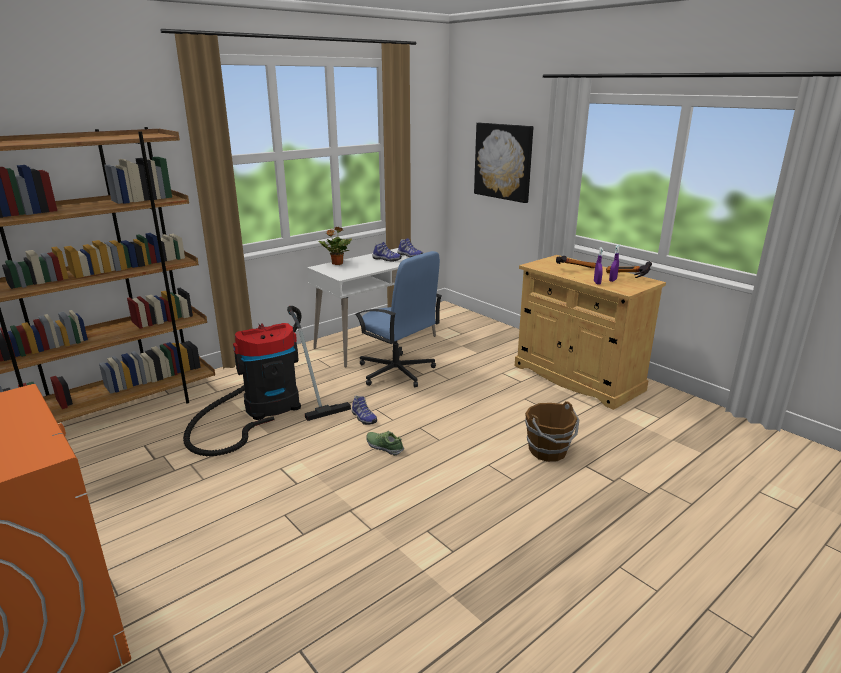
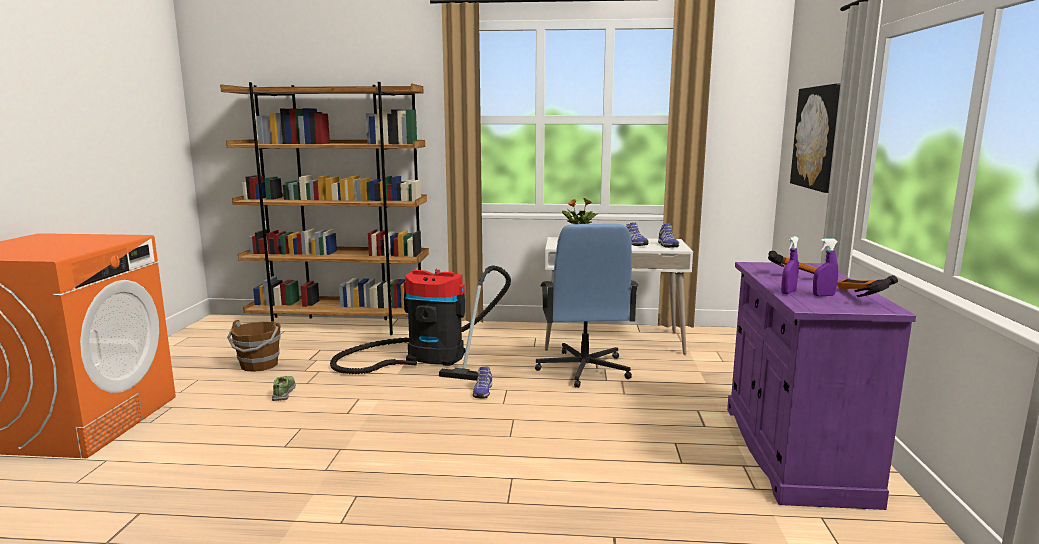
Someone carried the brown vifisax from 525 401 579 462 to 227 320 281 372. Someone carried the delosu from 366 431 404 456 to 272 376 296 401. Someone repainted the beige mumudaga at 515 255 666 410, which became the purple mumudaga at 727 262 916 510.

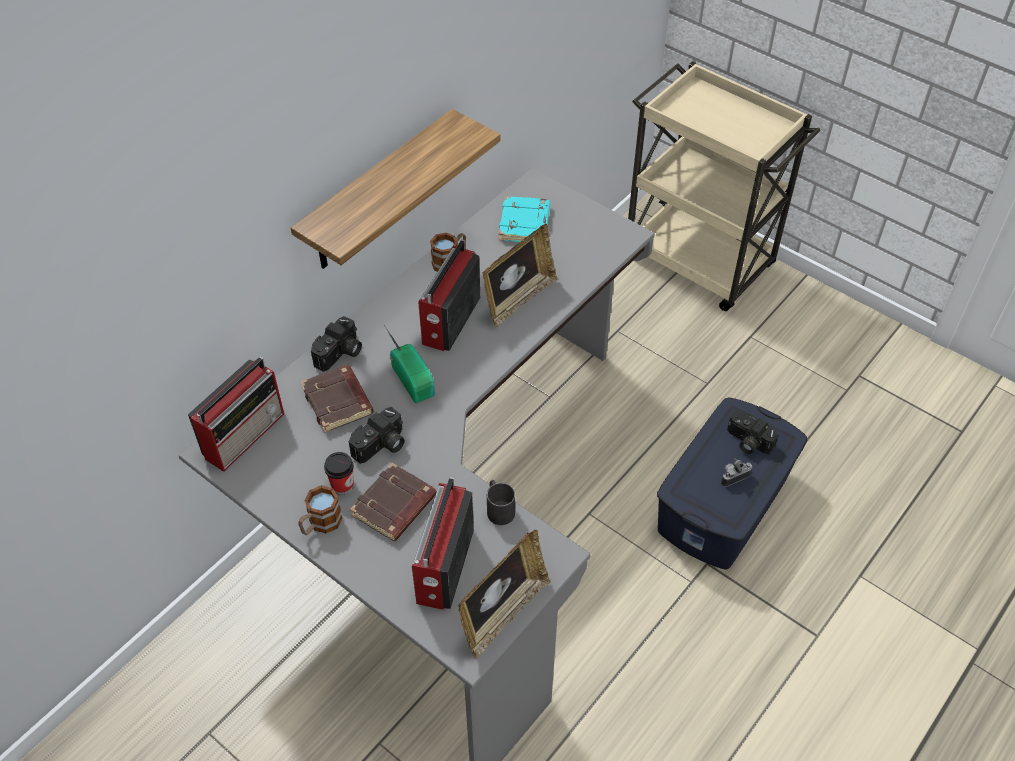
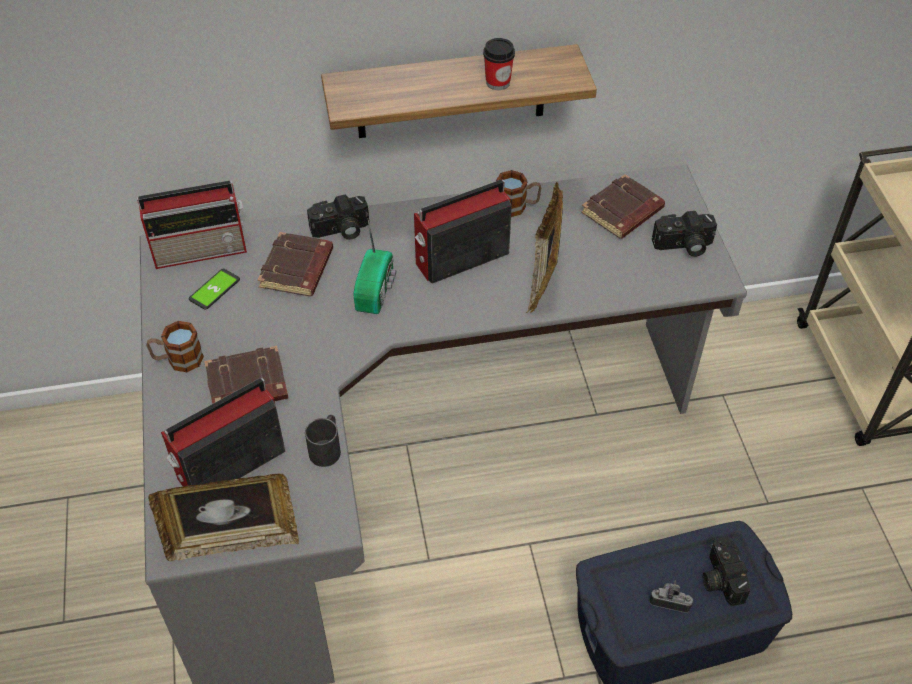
Someone put down the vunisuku at 189 269 240 310. Someone carried the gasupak from 324 452 354 495 to 483 38 515 90. Someone rotated the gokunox at 483 224 558 327 by 105 degrees clockwise. Someone repainted the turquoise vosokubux at 499 196 550 242, which became the brown vosokubux at 581 174 665 239. Someone carried the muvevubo from 349 407 405 464 to 652 211 717 257.

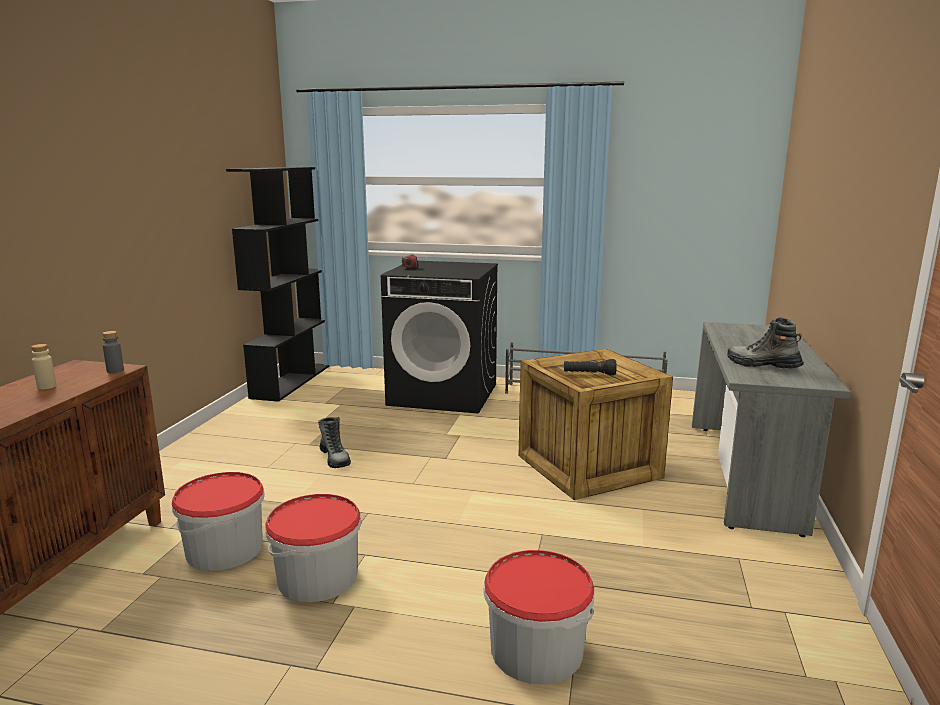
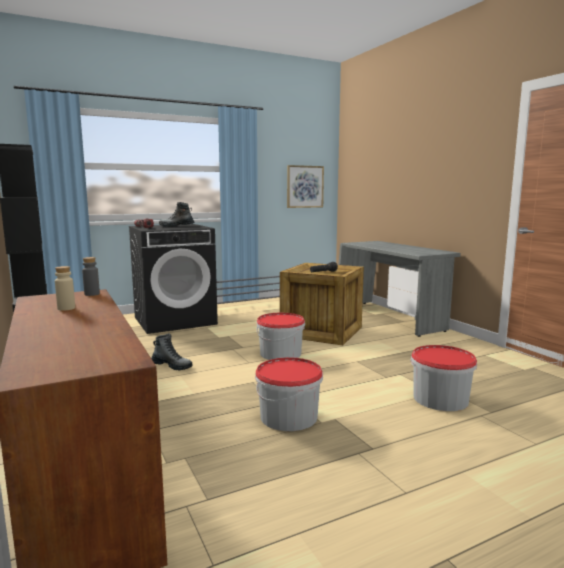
Someone carried the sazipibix from 727 317 804 369 to 159 202 195 227. Someone carried the vifisax from 172 472 265 571 to 257 313 305 360. Someone put up the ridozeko at 287 165 324 208.

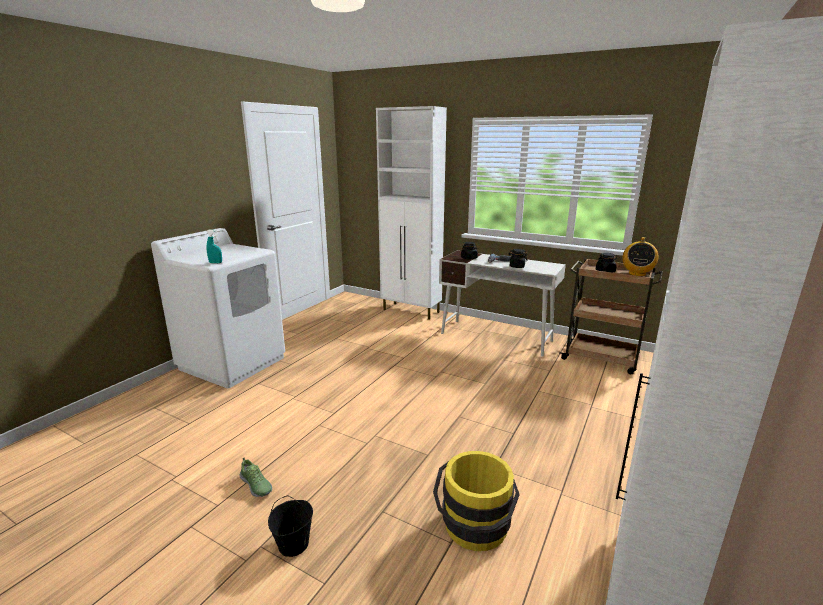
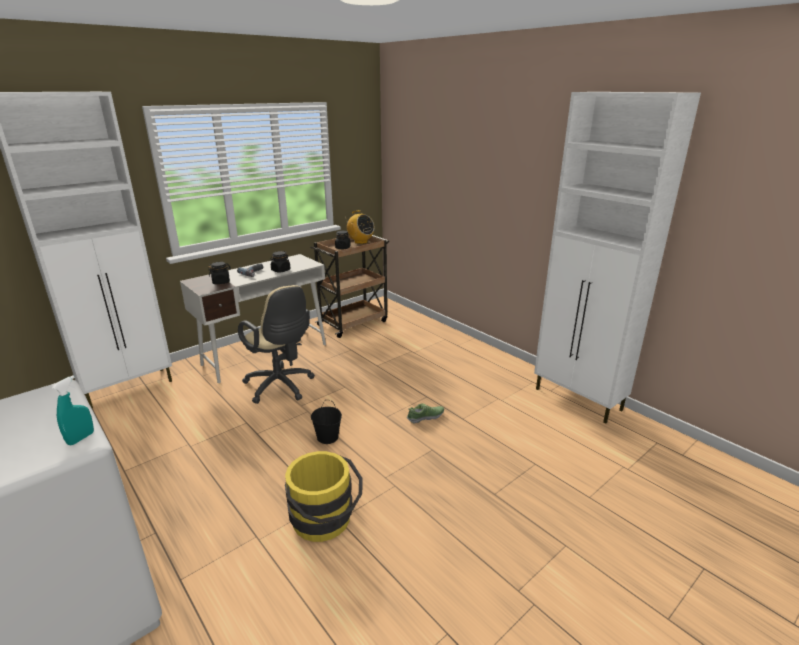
Someone put down the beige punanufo at 238 285 315 404. Someone carried the yellow vifisax from 433 451 520 551 to 285 451 363 542. Someone carried the black vifisax from 268 495 313 557 to 311 400 342 444. Someone carried the delosu from 240 457 272 497 to 407 403 444 424.

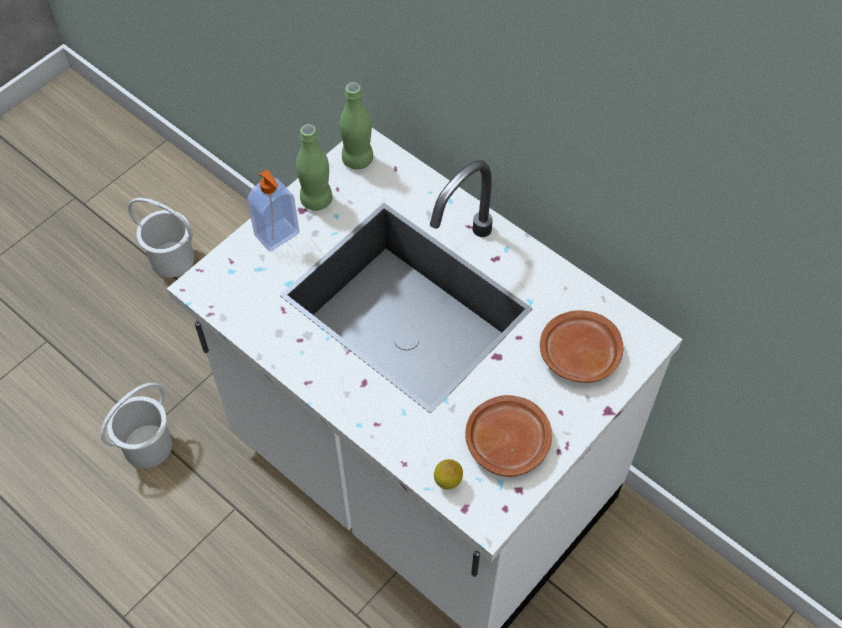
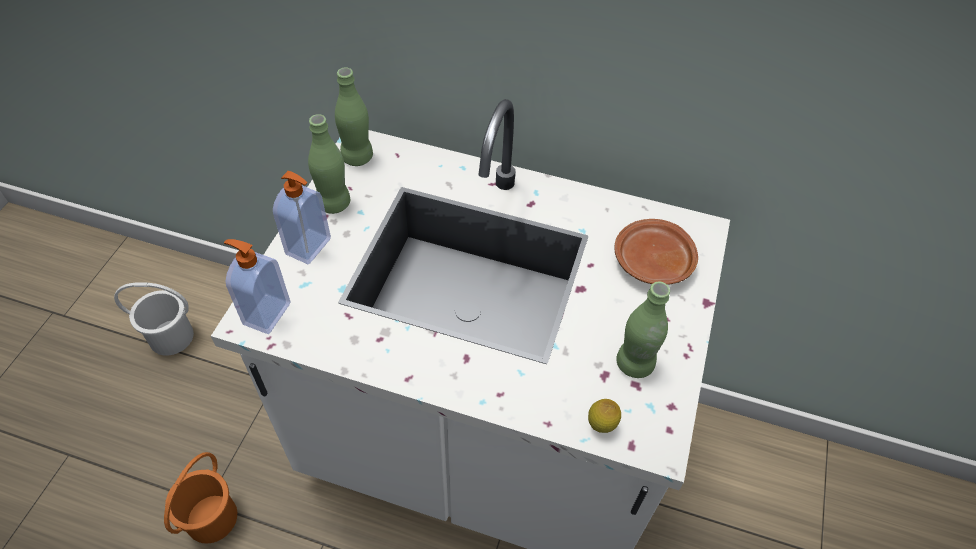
Someone repainted the white vifisax at 100 383 172 468, which became the orange vifisax at 164 452 237 543. Someone put down the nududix at 224 239 290 334. Someone swapped the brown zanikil at 465 395 552 477 for the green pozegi at 616 281 670 378.

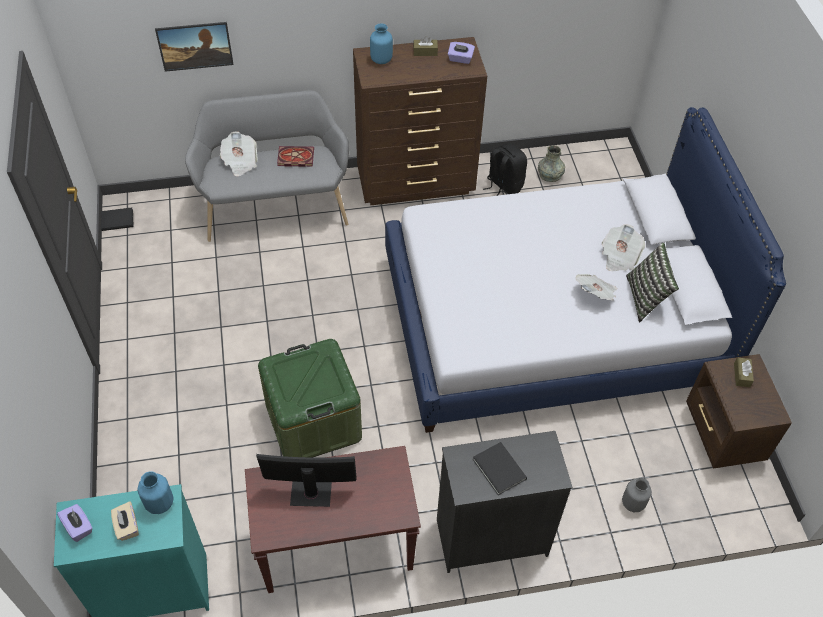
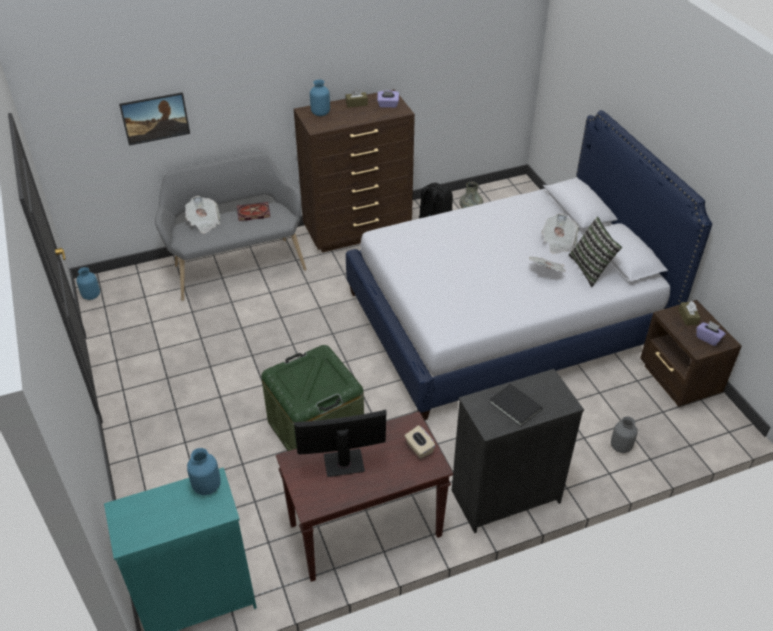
Someone swapped the black vosokubux at 101 207 134 231 for the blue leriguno at 76 267 100 300. Someone carried the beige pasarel from 111 501 139 541 to 405 425 436 459. Someone carried the purple pasarel from 57 504 93 542 to 696 321 726 346.

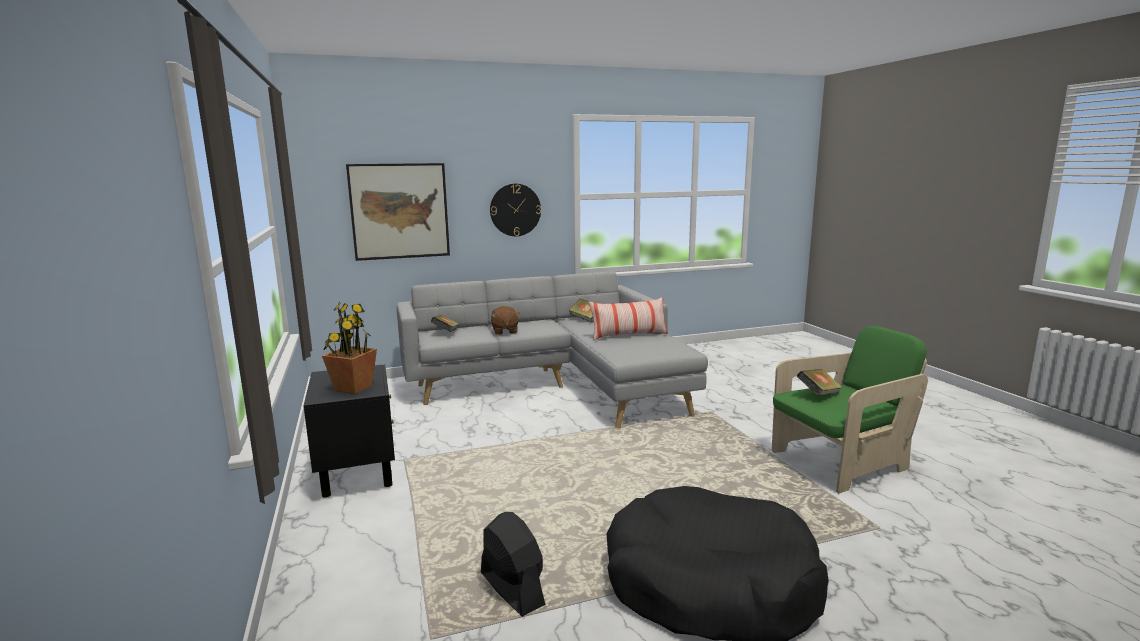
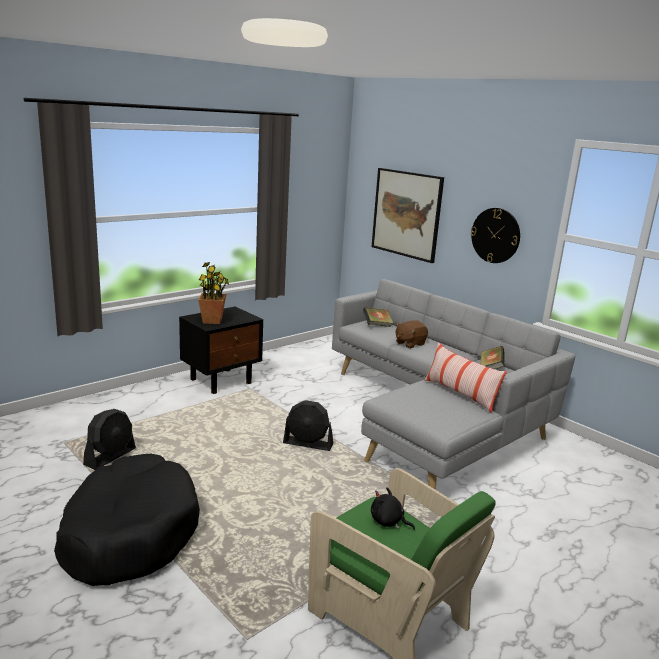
Someone put down the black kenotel at 283 401 333 451. Someone swapped the vosokubux at 797 369 843 396 for the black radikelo at 371 487 415 530.

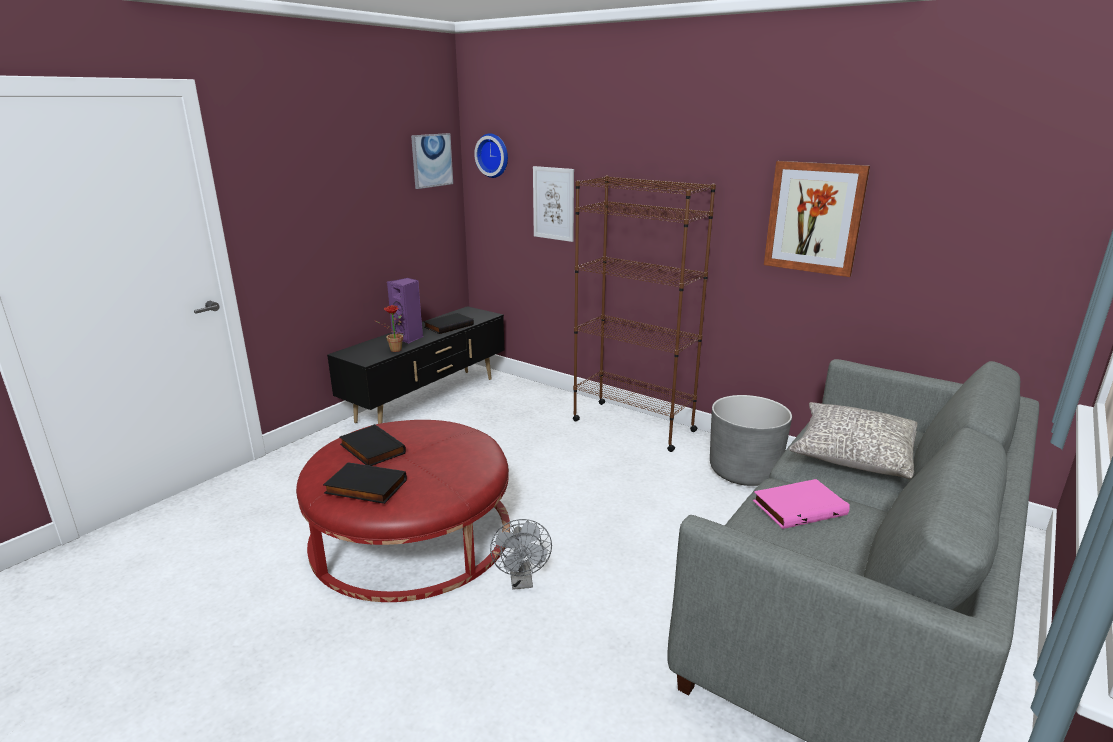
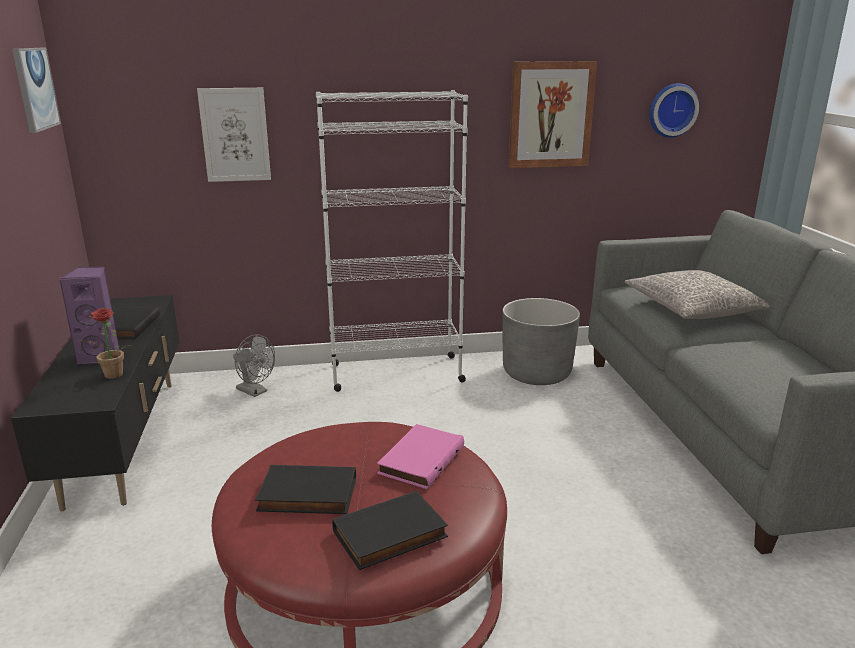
Someone carried the grey kenotel from 490 519 552 590 to 233 334 275 397. Someone repainted the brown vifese at 573 176 716 452, which became the white vifese at 316 90 468 392. Someone carried the pink vosokubux from 753 479 850 529 to 377 424 464 489. Someone carried the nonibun from 474 133 508 178 to 649 83 699 138.

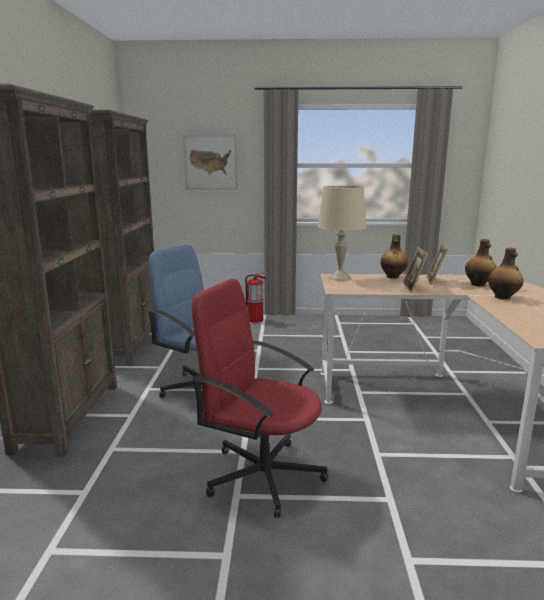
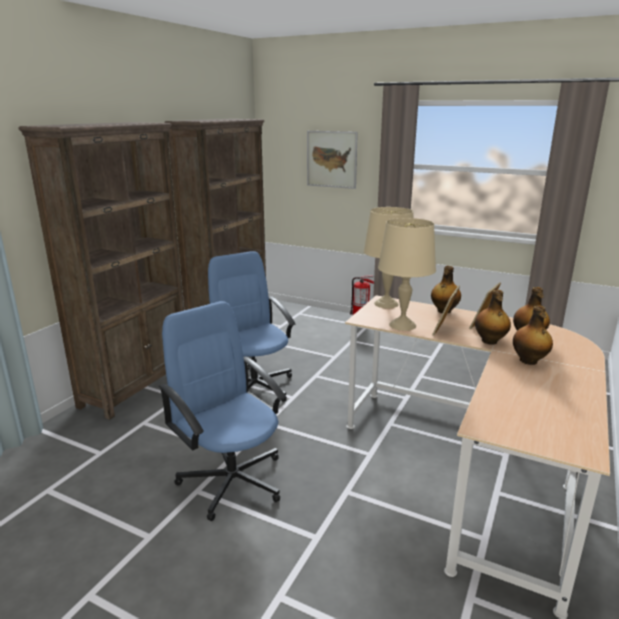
Someone repainted the red punanufo at 192 279 328 518, which became the blue punanufo at 159 301 286 521. Someone put down the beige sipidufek at 378 218 436 331. Someone put down the pozegi at 475 290 511 345.

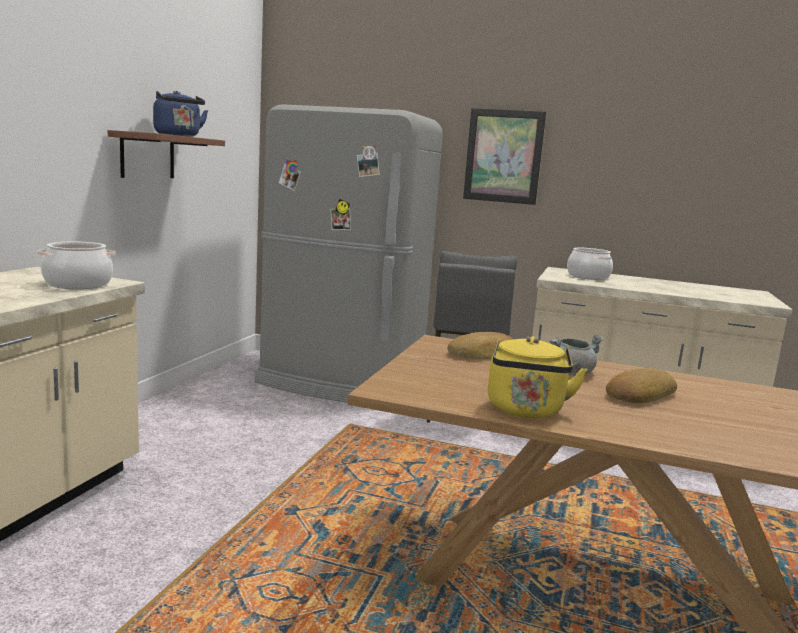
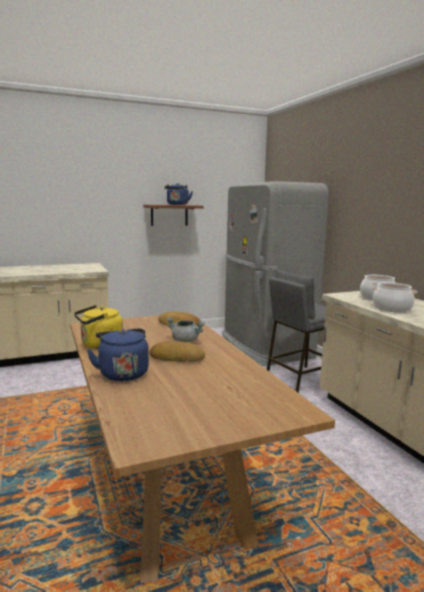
Someone put down the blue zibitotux at 87 329 149 381. Someone carried the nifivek from 37 242 115 289 to 372 282 417 312. Someone took away the ridozeko at 463 108 546 205.

